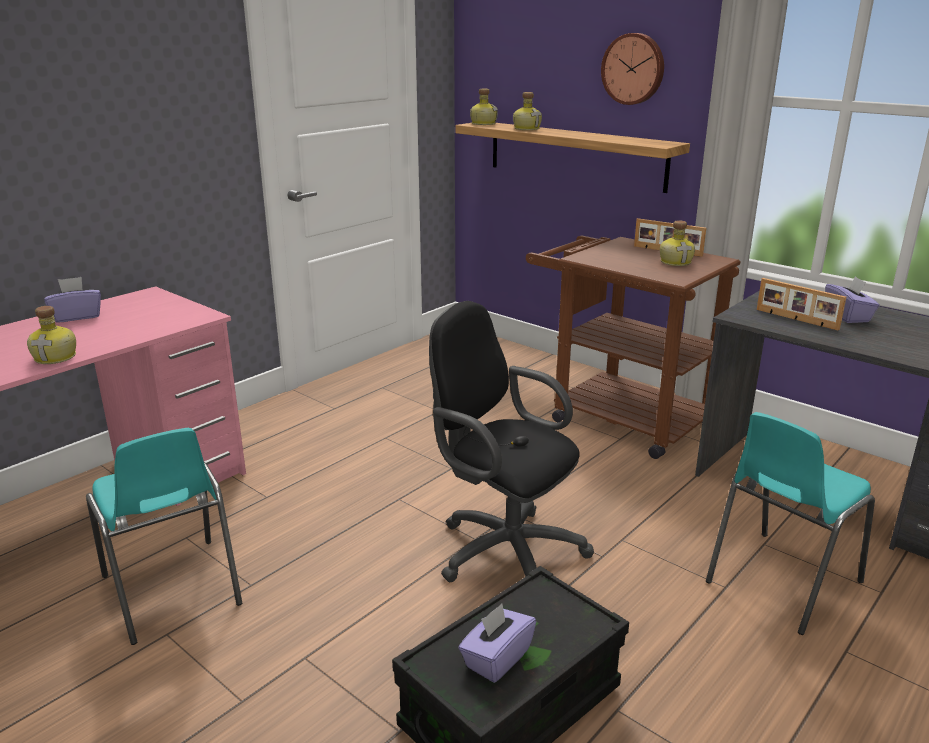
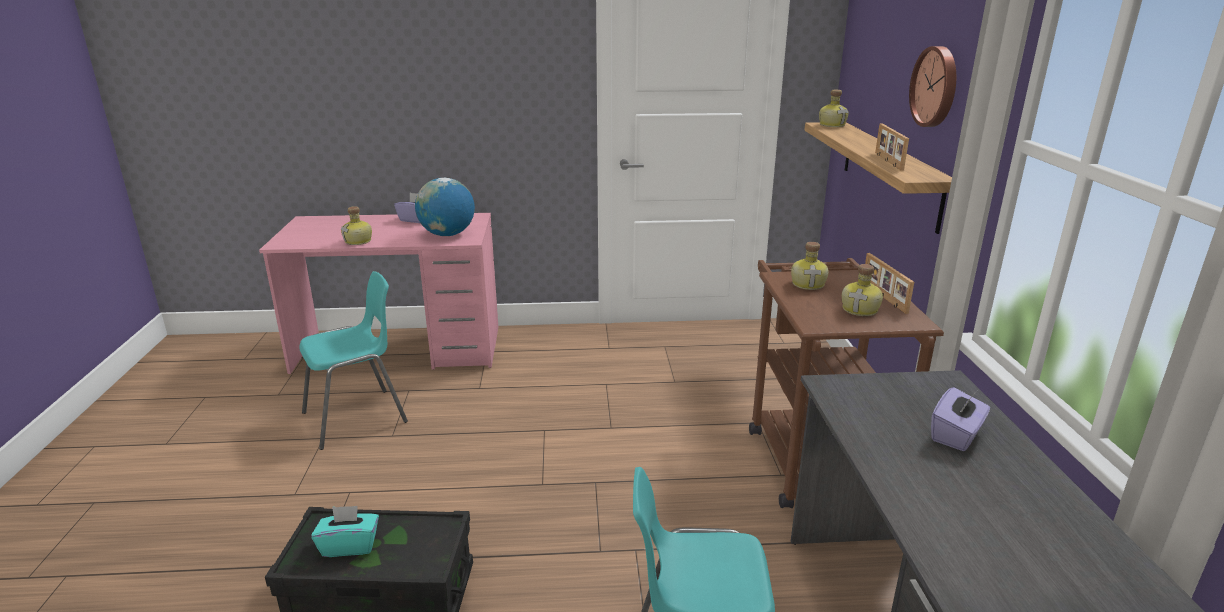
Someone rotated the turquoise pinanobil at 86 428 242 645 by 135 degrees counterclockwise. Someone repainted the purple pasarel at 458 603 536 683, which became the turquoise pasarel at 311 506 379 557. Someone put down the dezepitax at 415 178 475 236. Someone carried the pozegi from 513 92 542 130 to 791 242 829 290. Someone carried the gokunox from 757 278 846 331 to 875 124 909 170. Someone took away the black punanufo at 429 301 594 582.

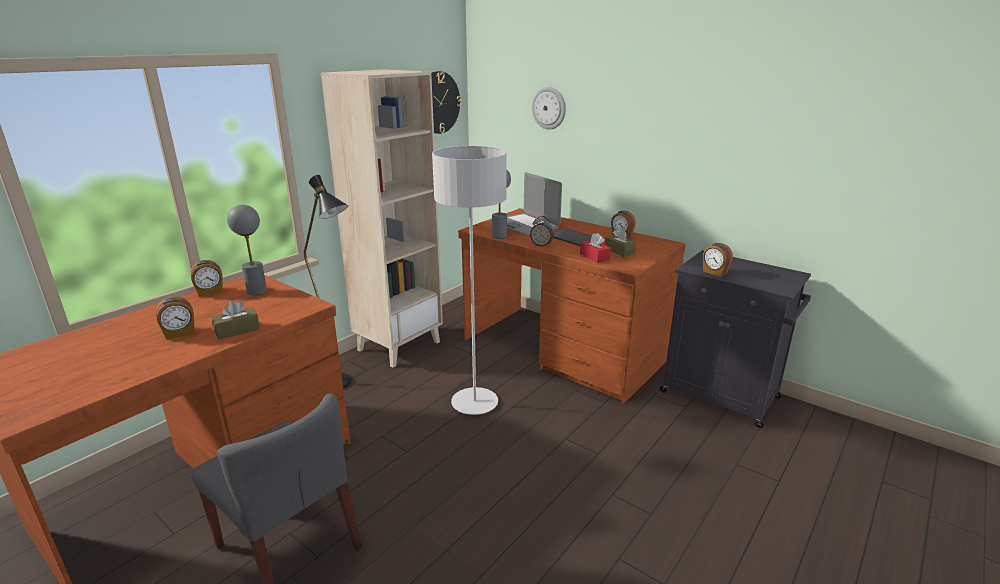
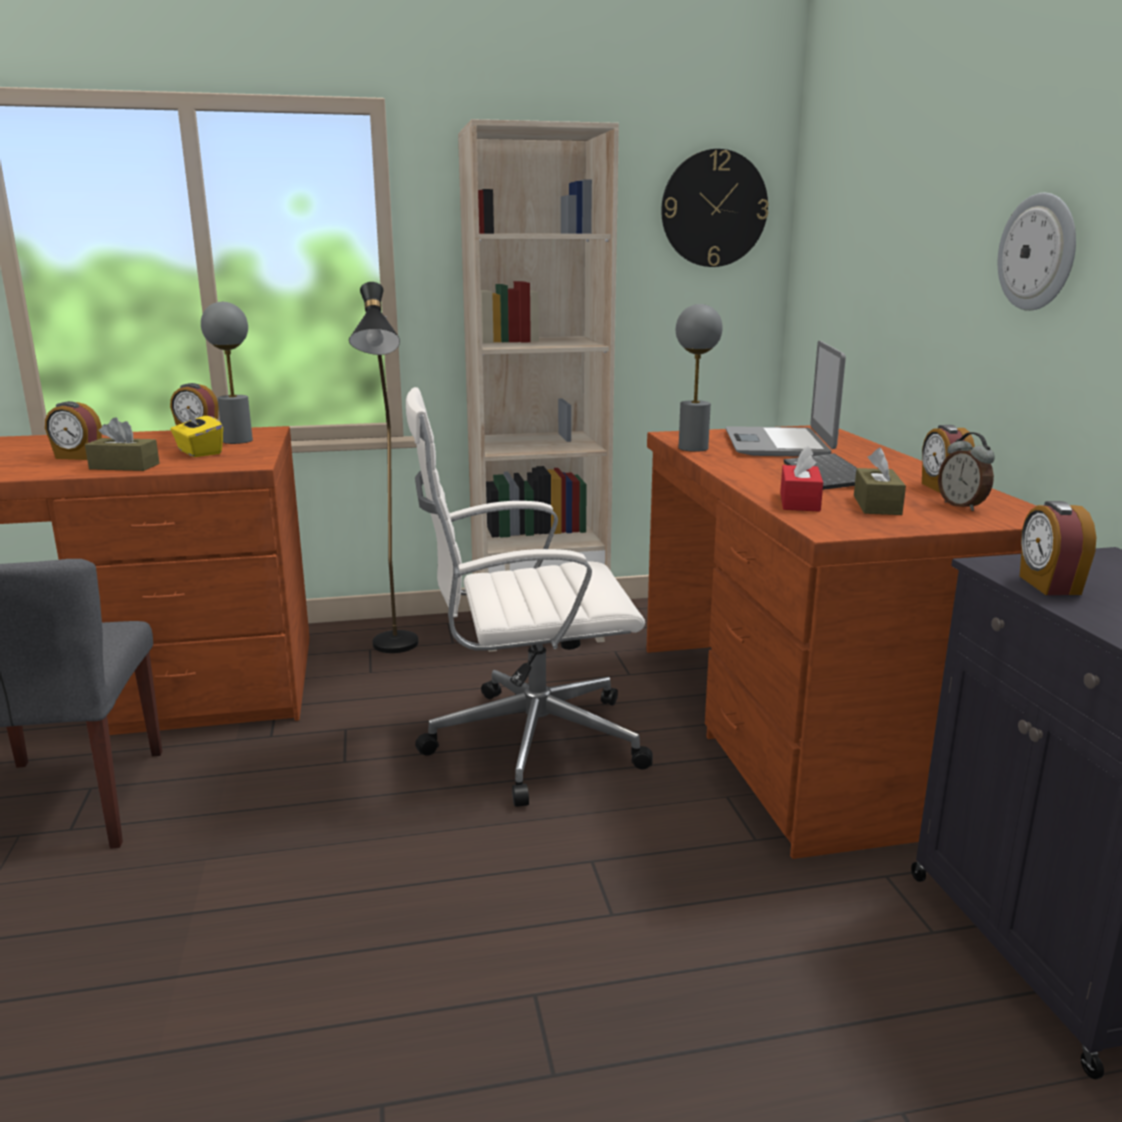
Someone put down the yellow pasarel at 170 408 223 457. Someone swapped the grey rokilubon at 432 146 507 415 for the white punanufo at 406 387 653 807. Someone carried the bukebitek from 530 216 554 247 to 938 432 995 511. Someone carried the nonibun from 532 87 566 130 to 998 193 1076 311.

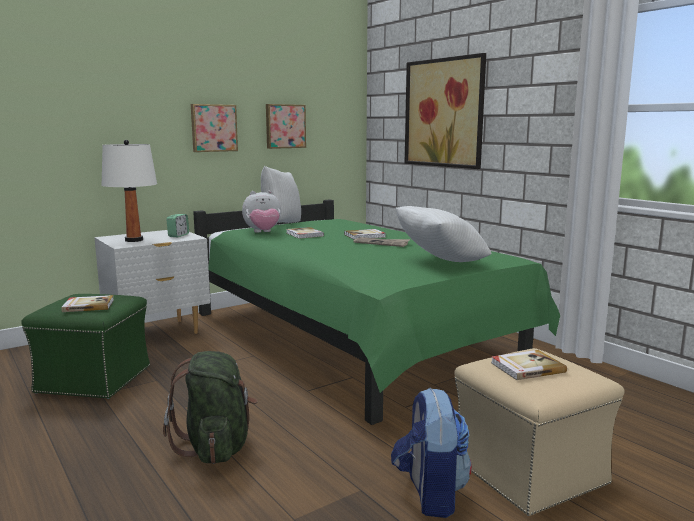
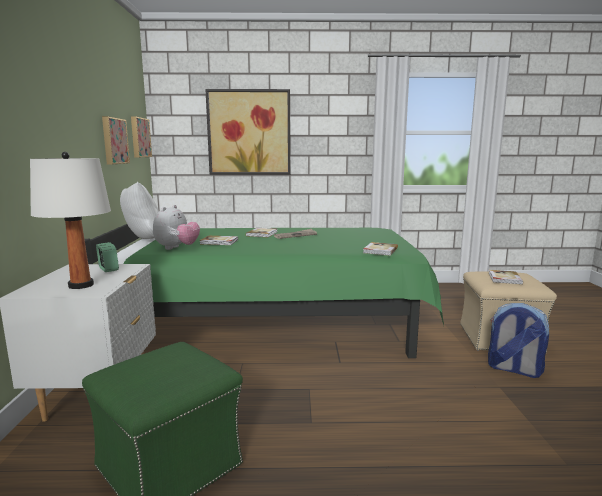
Someone carried the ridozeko from 191 104 238 152 to 131 116 152 157. Someone carried the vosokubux from 61 295 114 312 to 363 242 398 256. Someone took away the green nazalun at 163 351 258 464. Someone took away the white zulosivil at 396 206 492 262.

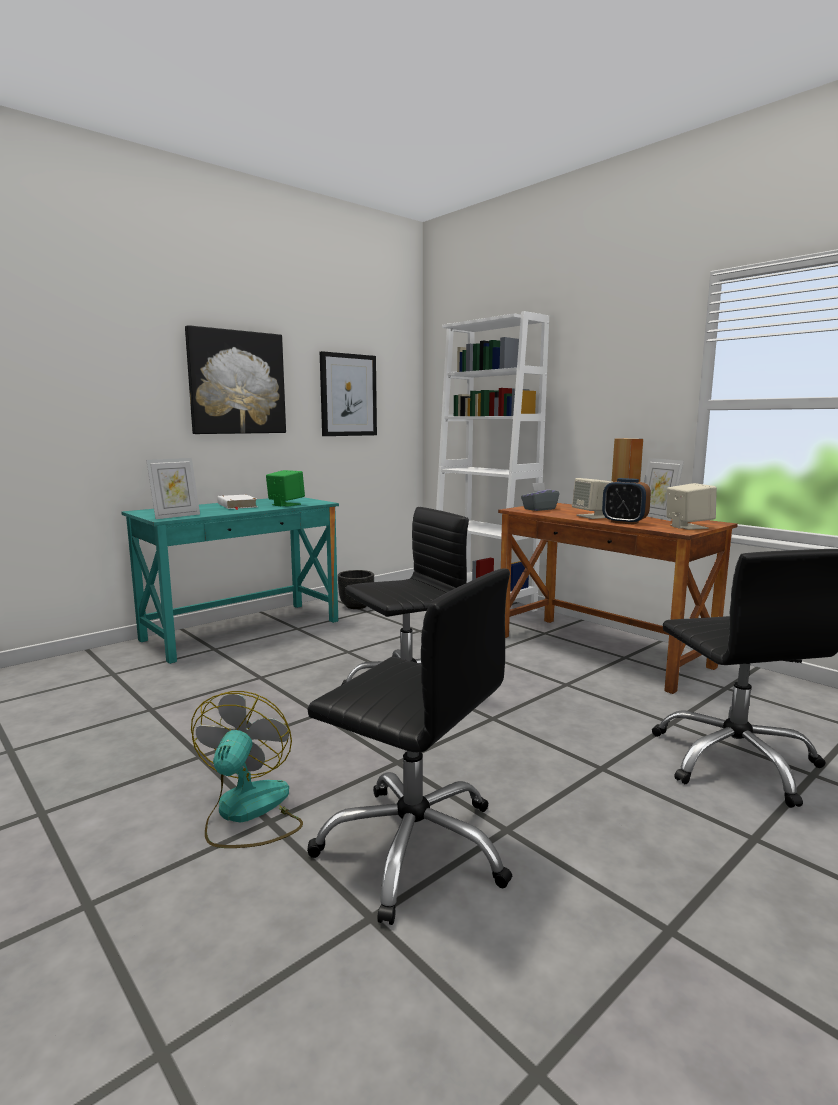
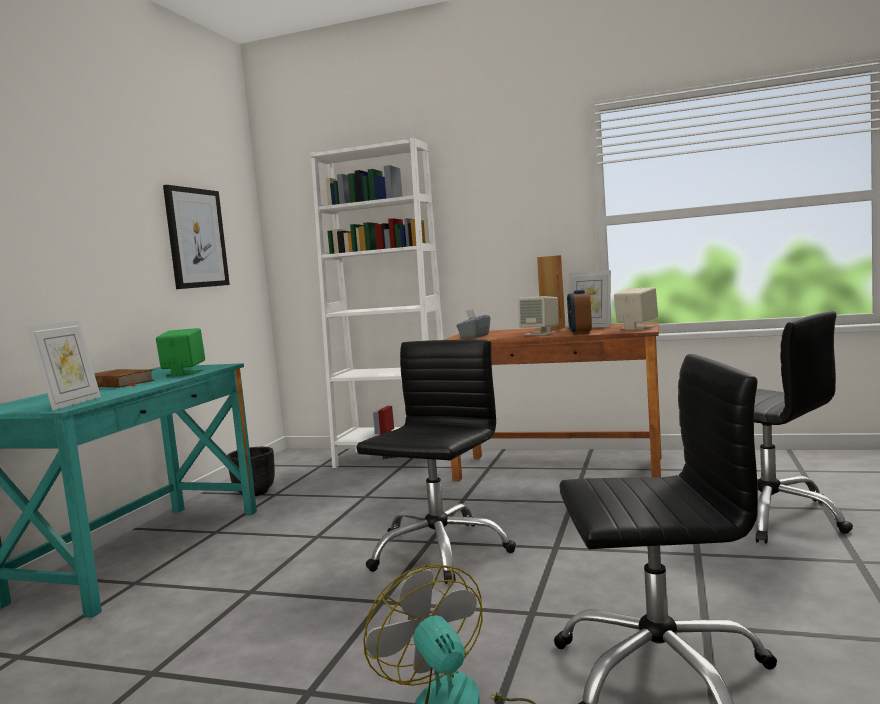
Someone repainted the white vosokubux at 217 495 257 510, which became the brown vosokubux at 94 369 155 388. Someone rotated the bukebitek at 602 478 651 525 by 90 degrees clockwise. Someone took away the ridozeko at 185 325 286 434.

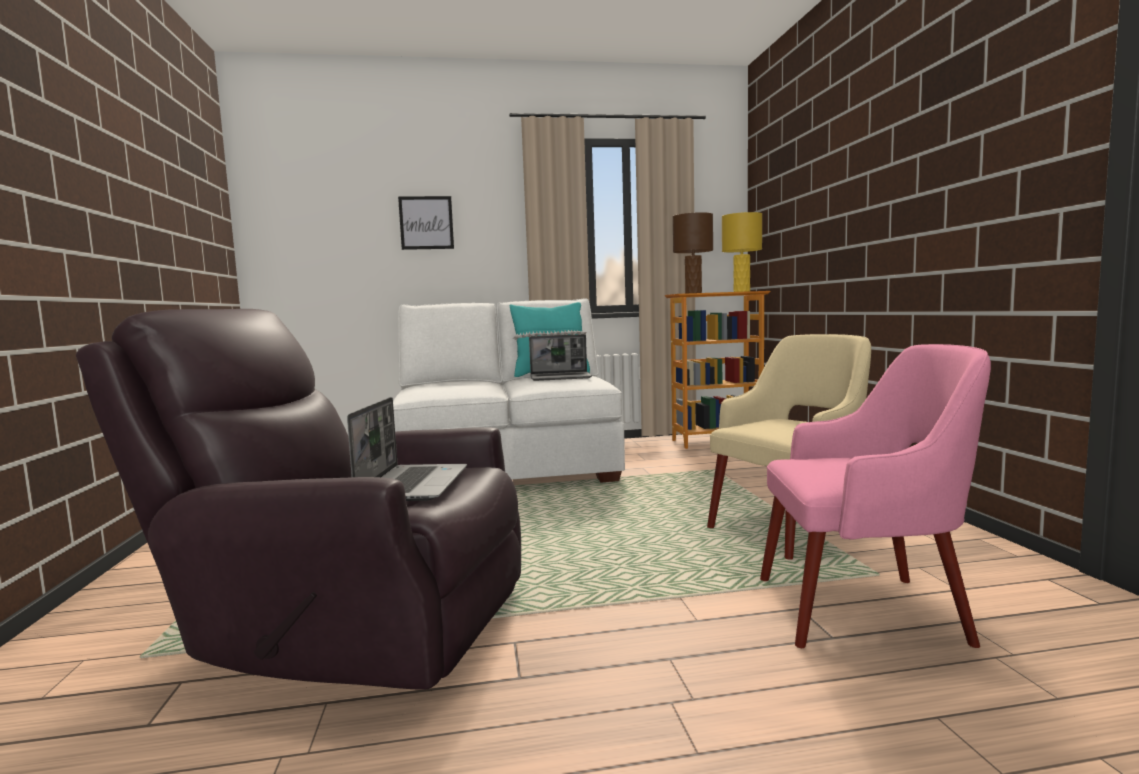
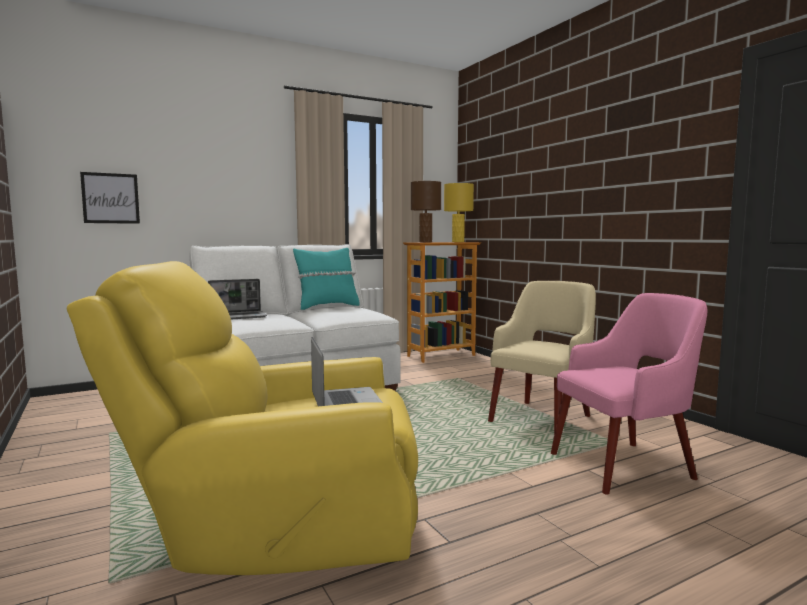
Someone repainted the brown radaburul at 76 309 521 690, which became the yellow radaburul at 67 261 418 575. Someone carried the ridozeko from 398 196 454 250 to 80 172 140 224. Someone carried the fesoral from 529 334 592 381 to 208 279 267 320.

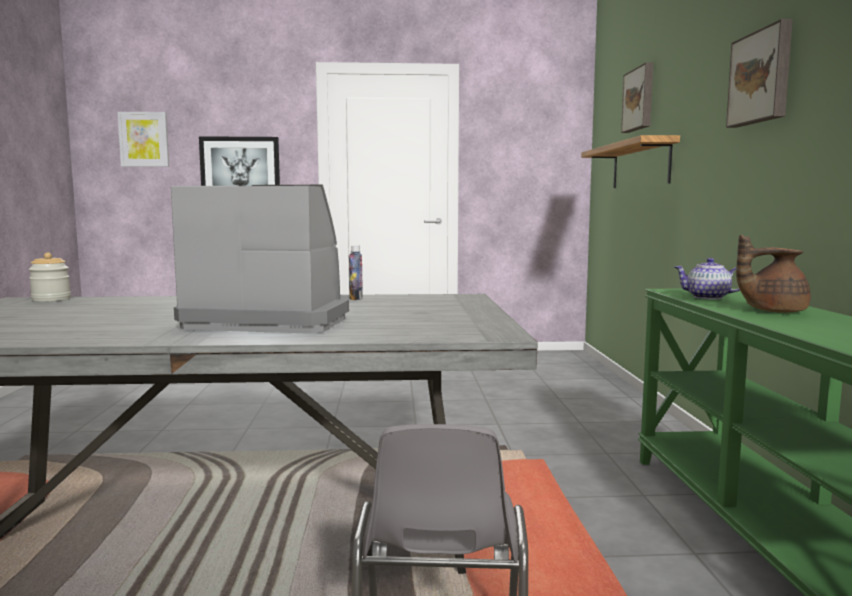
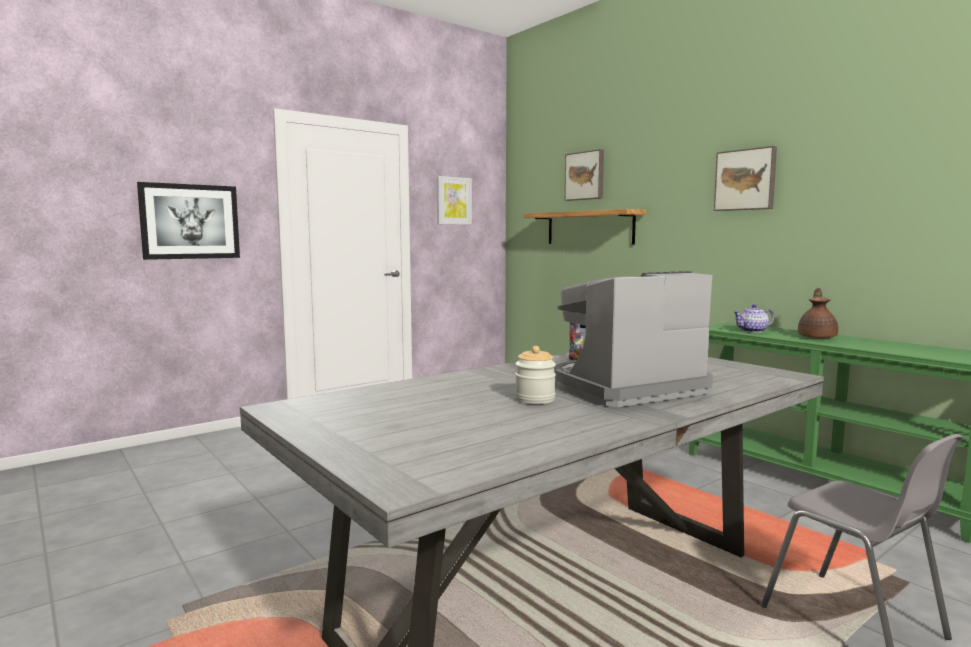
Someone carried the ridozeko from 117 112 169 167 to 437 176 472 225. Someone carried the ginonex from 29 252 71 302 to 515 346 556 404. Someone rotated the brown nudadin at 736 235 811 313 by 150 degrees clockwise.

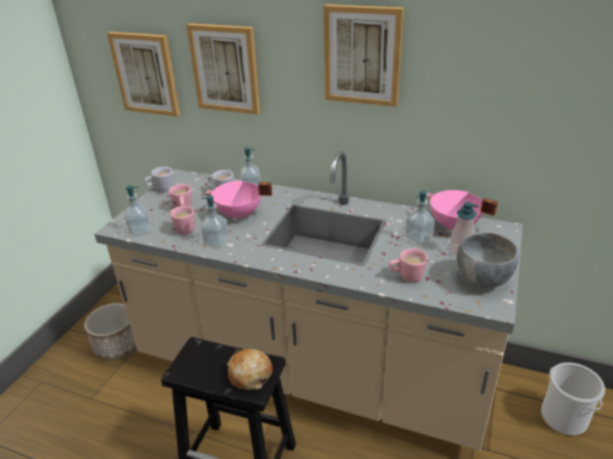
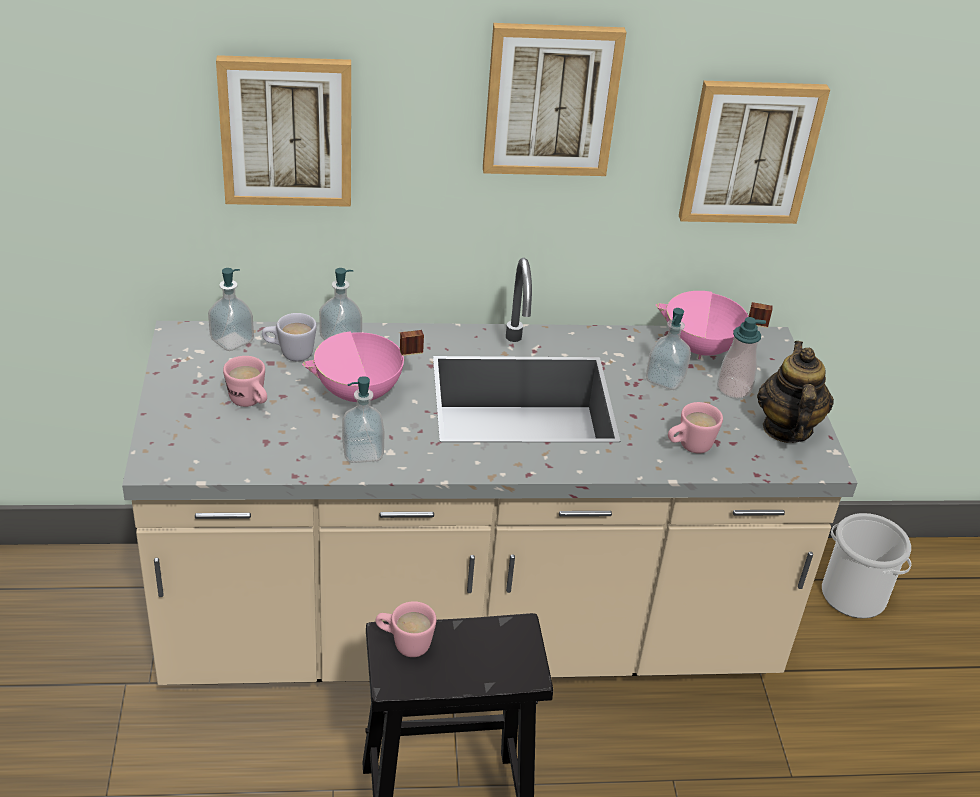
Someone carried the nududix from 125 185 151 236 to 208 268 254 351. Someone carried the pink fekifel from 170 206 195 235 to 376 601 436 657. Someone carried the ridozeko from 107 32 180 116 to 679 81 830 224. Someone swapped the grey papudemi at 457 233 519 289 for the nudadin at 757 341 834 443. Someone took away the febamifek at 84 303 136 360. Someone took away the white fekifel at 144 167 173 192. Someone took away the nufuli at 227 349 272 390.

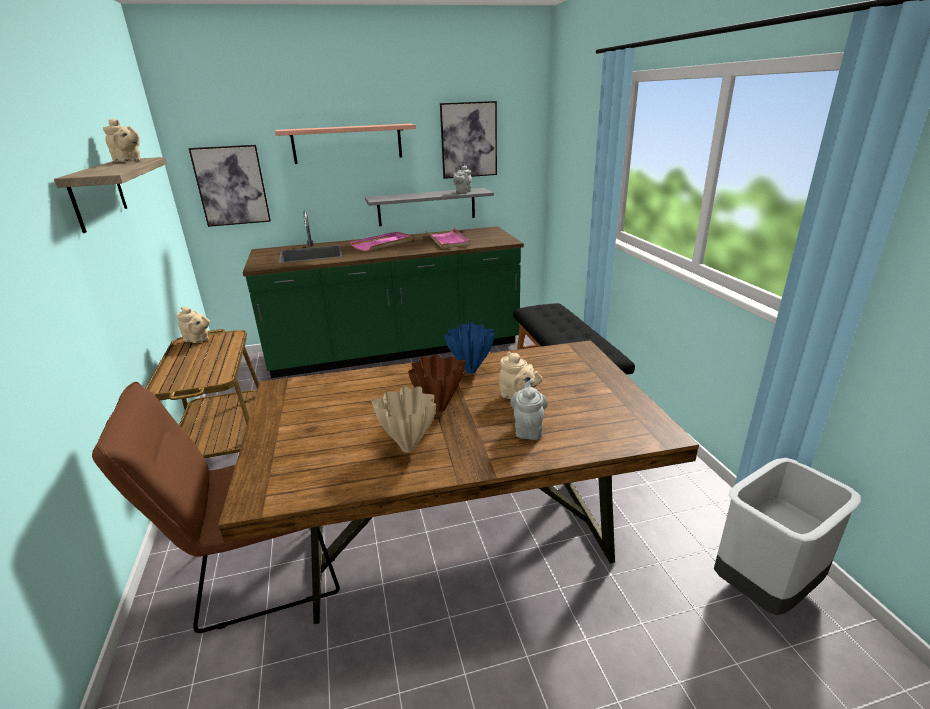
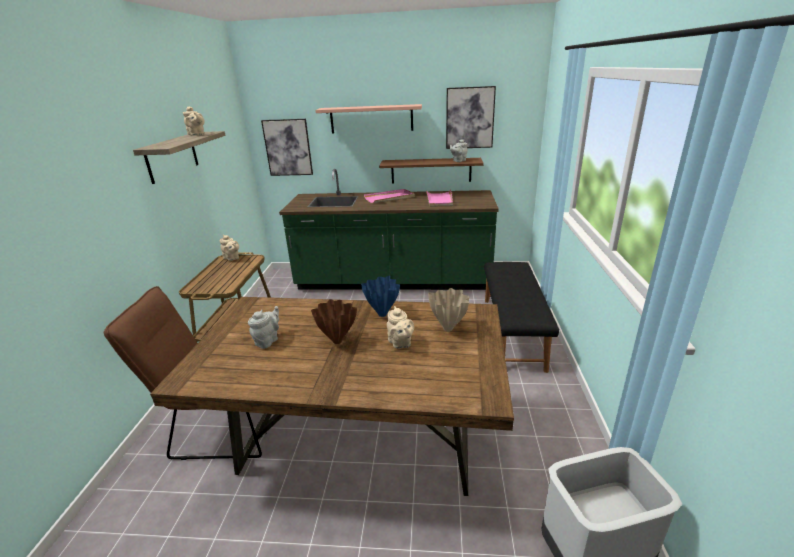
Someone carried the grey nudadin from 510 379 547 440 to 248 306 279 349. Someone repainted the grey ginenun at 365 188 494 226, which became the brown ginenun at 379 158 484 184. Someone carried the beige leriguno from 371 386 436 452 to 428 288 470 332.

